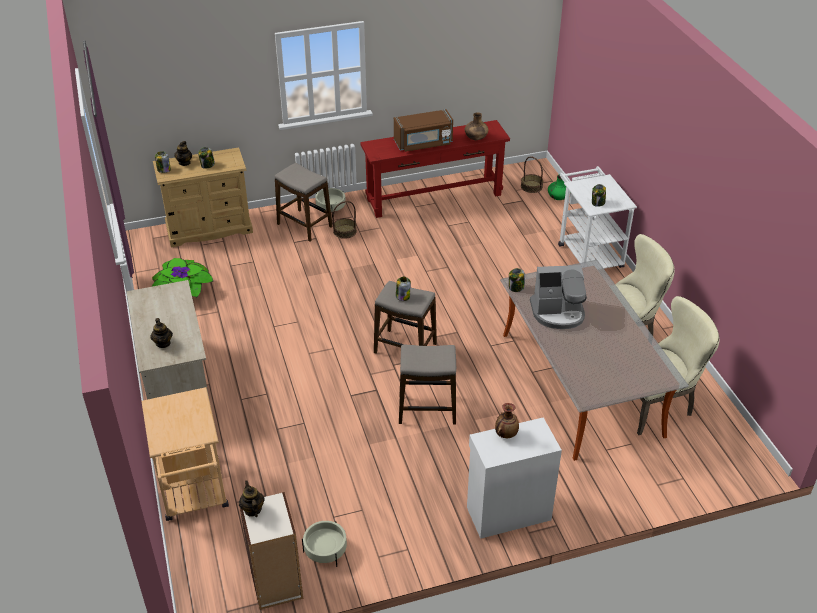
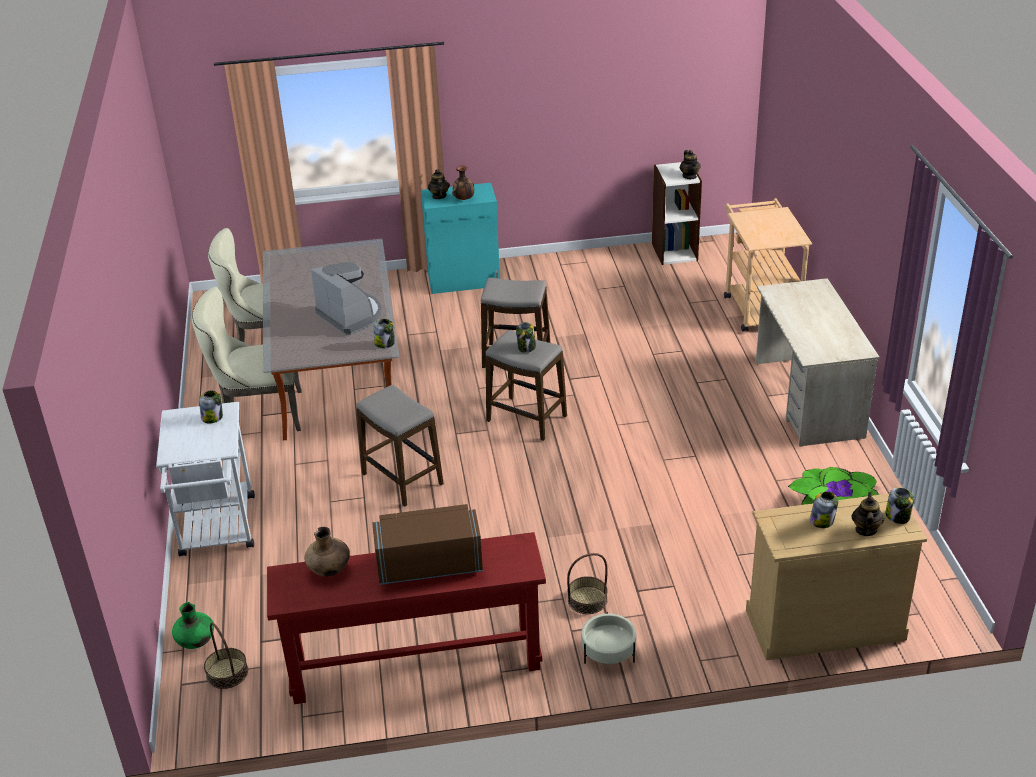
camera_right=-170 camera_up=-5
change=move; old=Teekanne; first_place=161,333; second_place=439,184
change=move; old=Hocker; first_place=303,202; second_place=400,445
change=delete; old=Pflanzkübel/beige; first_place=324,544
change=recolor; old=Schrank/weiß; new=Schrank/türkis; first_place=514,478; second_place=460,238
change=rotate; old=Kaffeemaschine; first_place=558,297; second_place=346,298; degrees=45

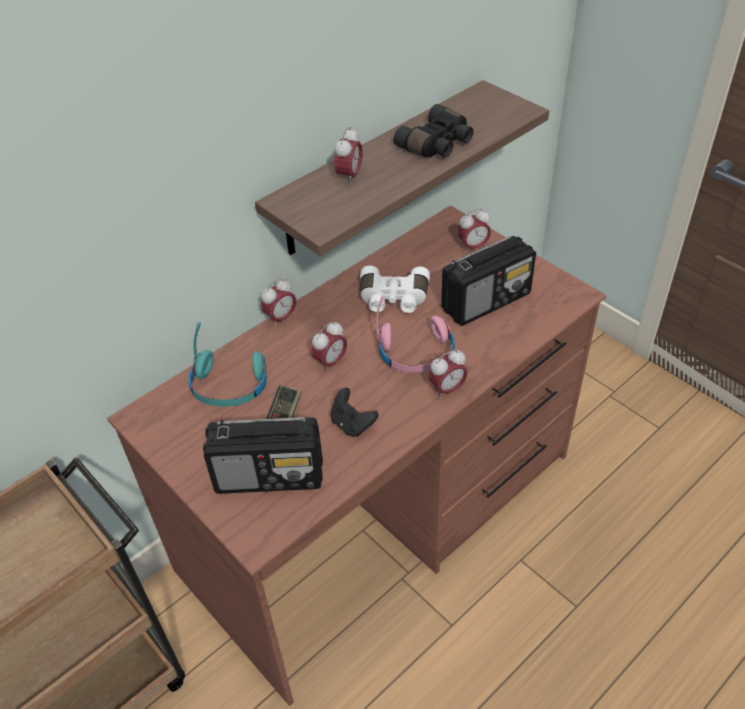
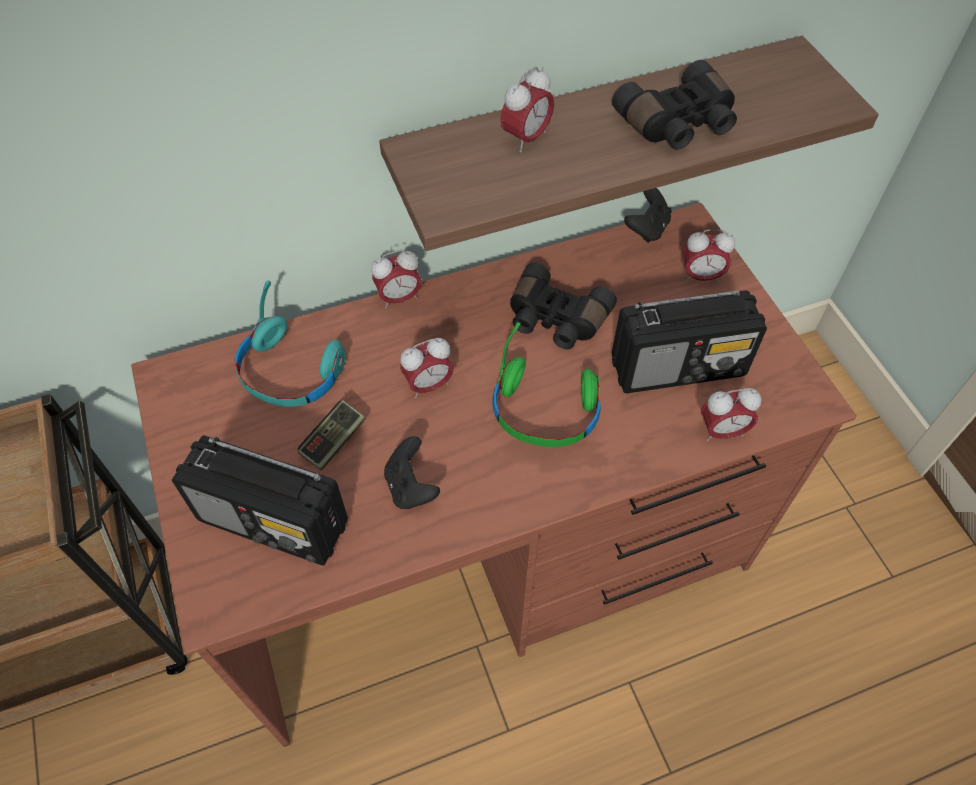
camera_right=20 camera_up=10
change=recolor; old=Fernglas/weiß; new=Fernglas/schwarz; first_place=395,289; second_place=563,306
change=recolor; old=Kopfhörer/rosa; new=Kopfhörer/grün; first_place=415,333; second_place=547,384
change=move; old=Wecker; first_place=448,374; second_place=731,414
change=insert; new=Gamepad/schwarz; second_place=648,215

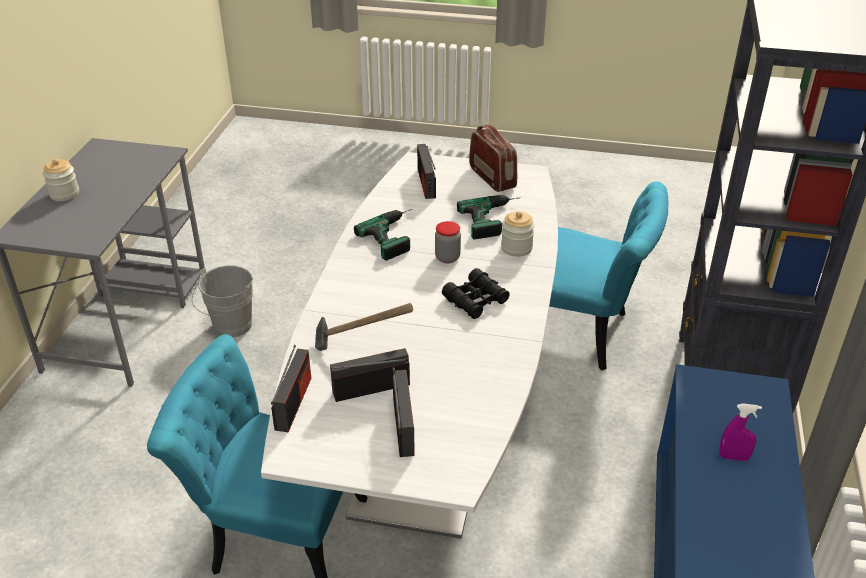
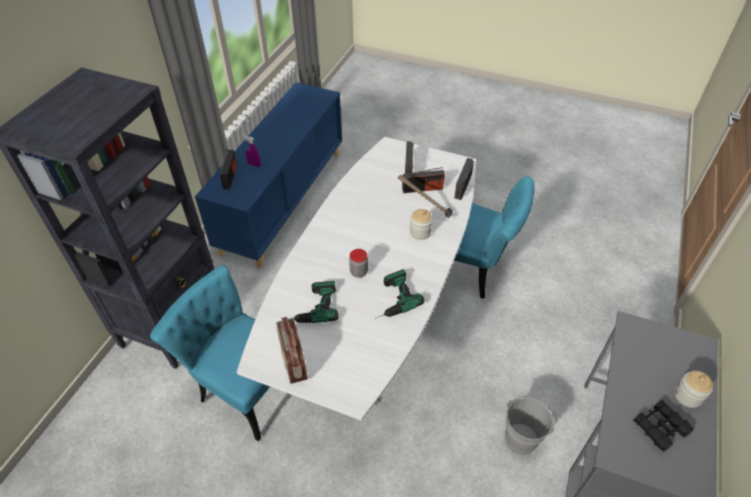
camera_right=-170 camera_up=10
change=move; old=Radio; first_place=426,171; second_place=228,168
change=move; old=Fernglas/schwarz; first_place=476,293; second_place=663,425
change=move; old=Vorratsglas; first_place=518,234; second_place=421,224

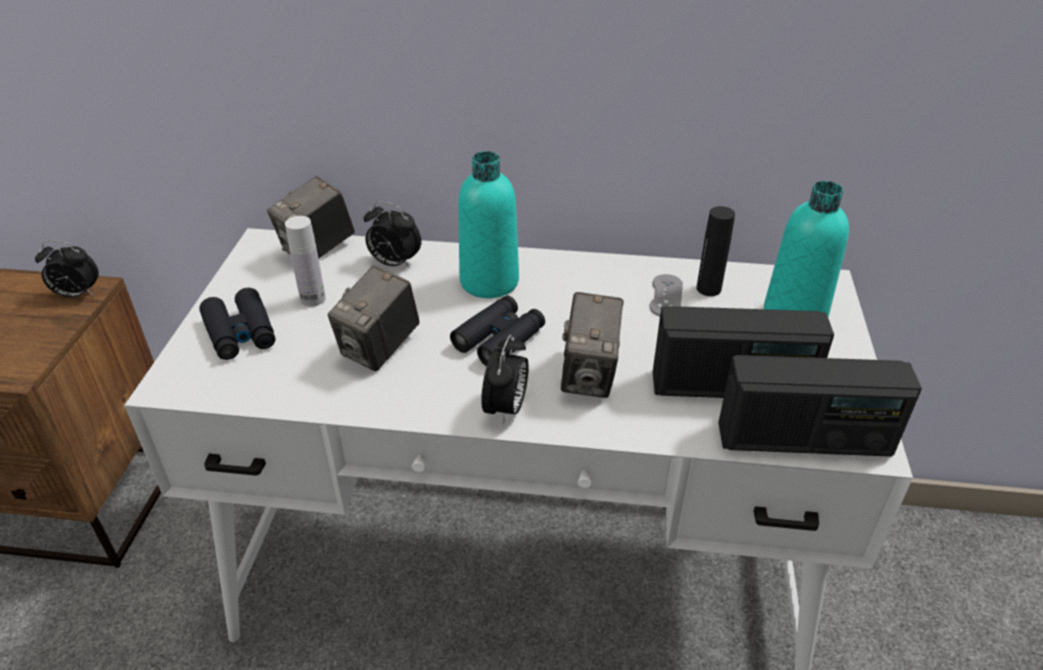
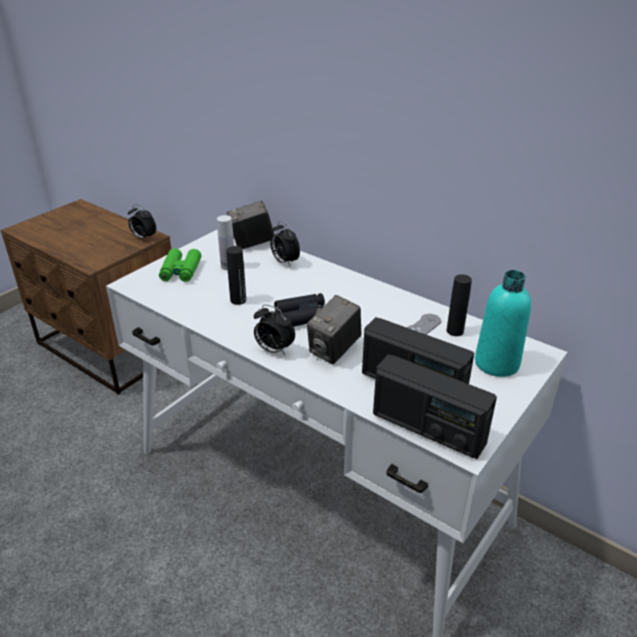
camera_right=30 camera_up=-5
change=recolor; old=Fernglas/schwarz; new=Fernglas/grün; first_place=237,324; second_place=180,265
change=replace; old=Kamera; new=Flasche/schwarz; first_place=373,318; second_place=236,275
change=delete; old=Flasche/türkis; first_place=488,224
change=rotate; old=Wecker; first_place=505,380; second_place=274,330; degrees=75

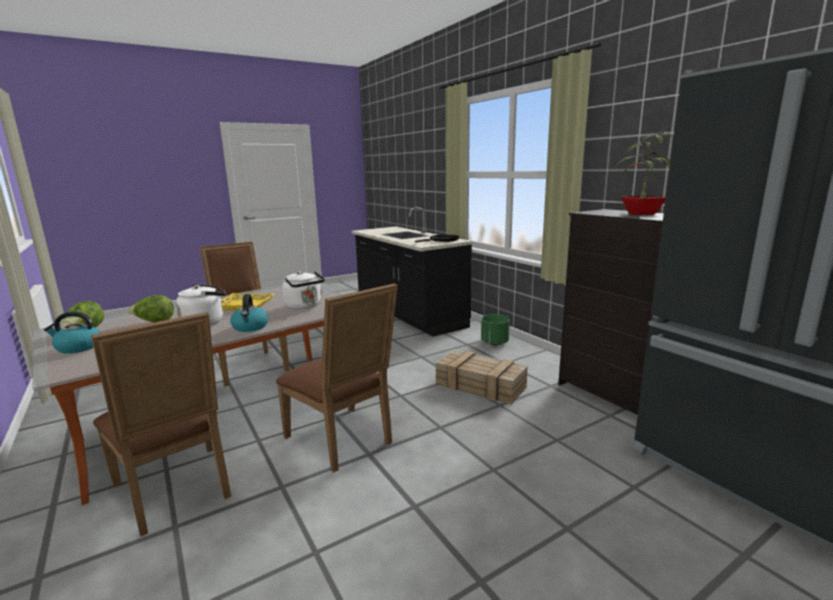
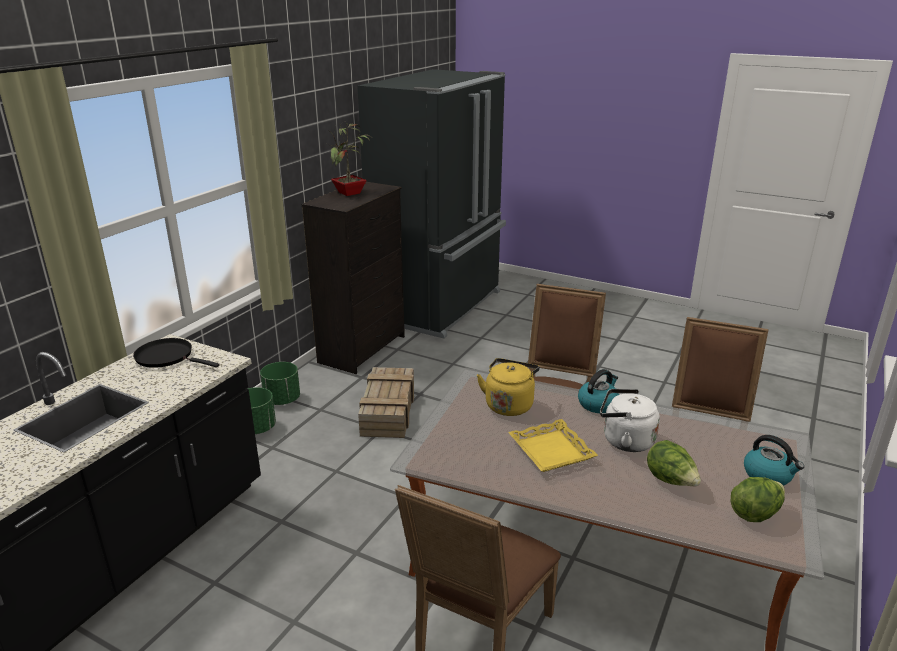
camera_right=-120 camera_up=10
change=recolor; old=Wasserkessel/weiß; new=Wasserkessel/gelb; first_place=303,290; second_place=508,387
change=insert; new=Pflanzkübel/grün; second_place=280,383

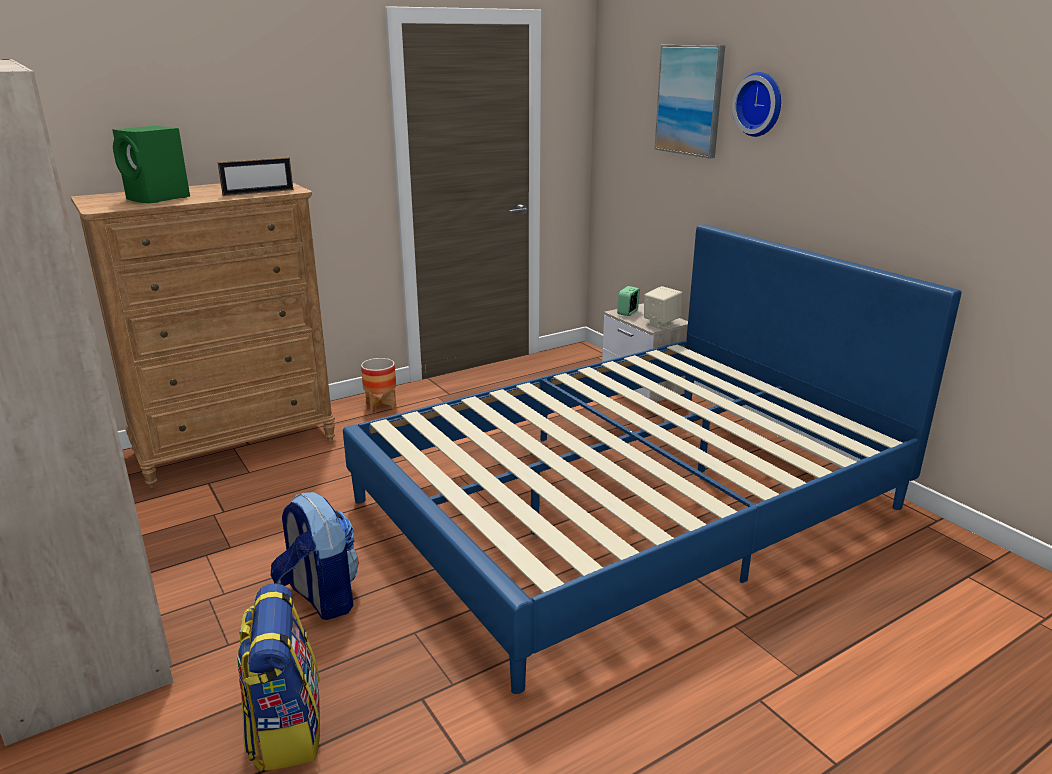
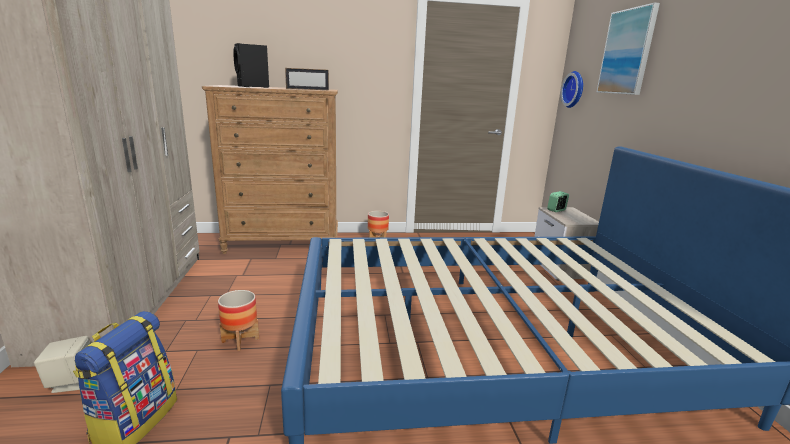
camera_right=25 camera_up=-5
change=recolor; old=Lautsprecher/grün; new=Lautsprecher/schwarz; first_place=151,164; second_place=251,65
change=replace; old=Rucksack; new=Pflanzkübel; first_place=315,556; second_place=238,320
change=move; old=Lautsprecher/beige; first_place=663,307; second_place=62,364
change=move; old=Wanduhr; first_place=756,104; second_place=572,89

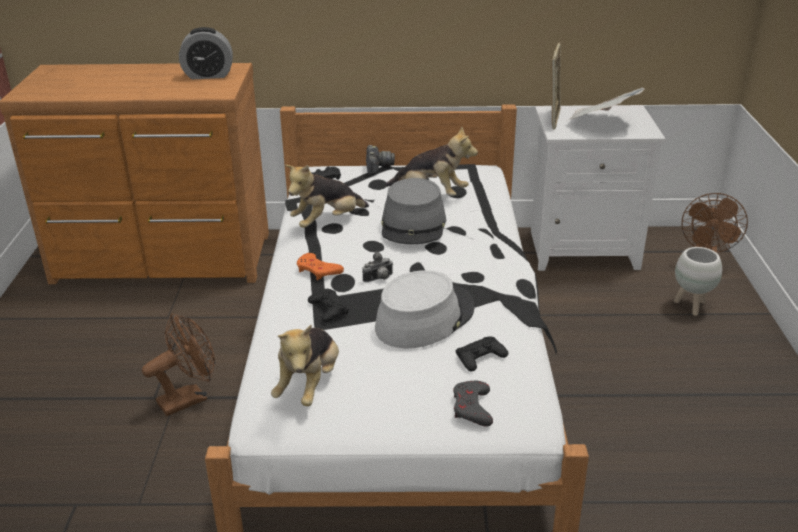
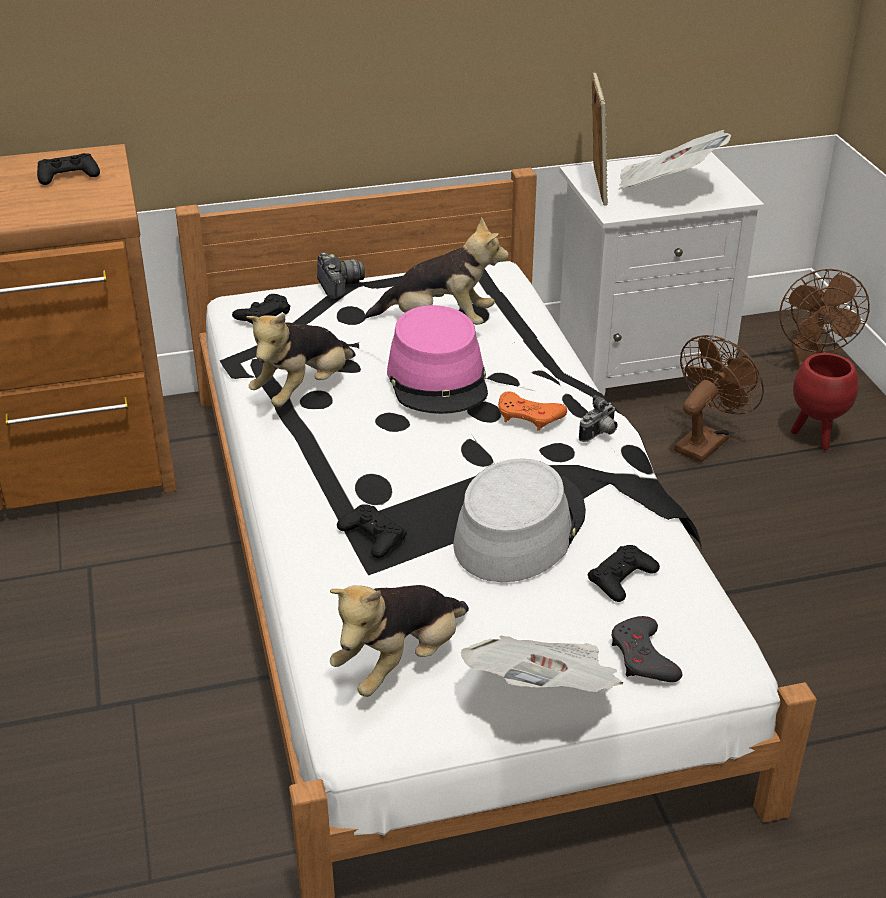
camera_right=-15 camera_up=5
change=move; old=Ventilator/braun; first_place=178,365; second_place=719,399
change=replace; old=Wecker; new=Gamepad/schwarz; first_place=206,53; second_place=68,169
change=rotate; old=Plüschtier; first_place=305,365; second_place=399,641; degrees=45
change=move; old=Gamepad/orange; first_place=320,266; second_place=532,411
change=move; old=Kamera; first_place=377,266; second_place=598,418
change=recolor; old=Hut/grau; new=Hut/rosa; first_place=414,211; second_place=437,359
change=recolor; old=Pflanzkübel/weiß; new=Pflanzkübel/rot; first_place=698,281; second_place=824,401
change=insert; new=Zeitung; second_place=542,664

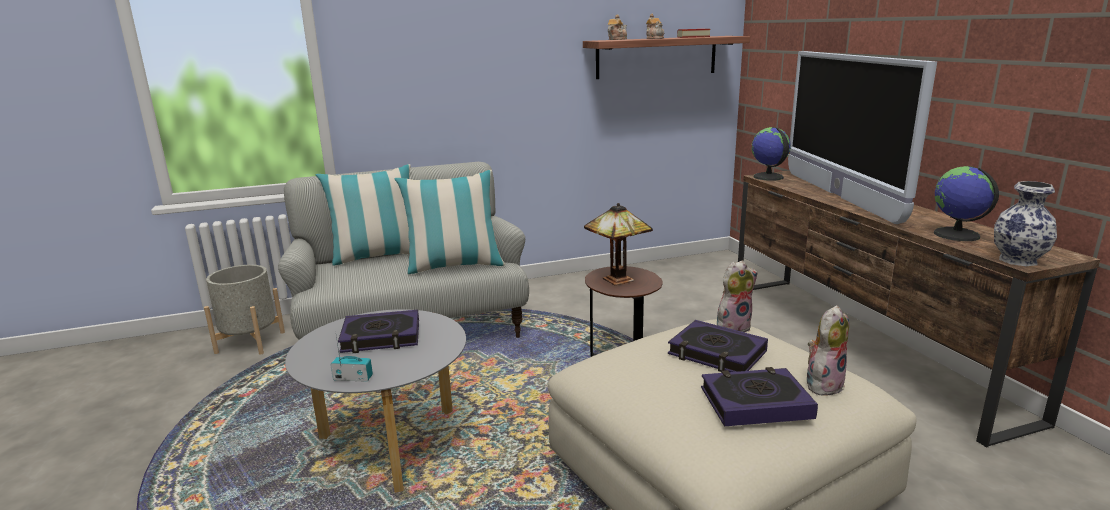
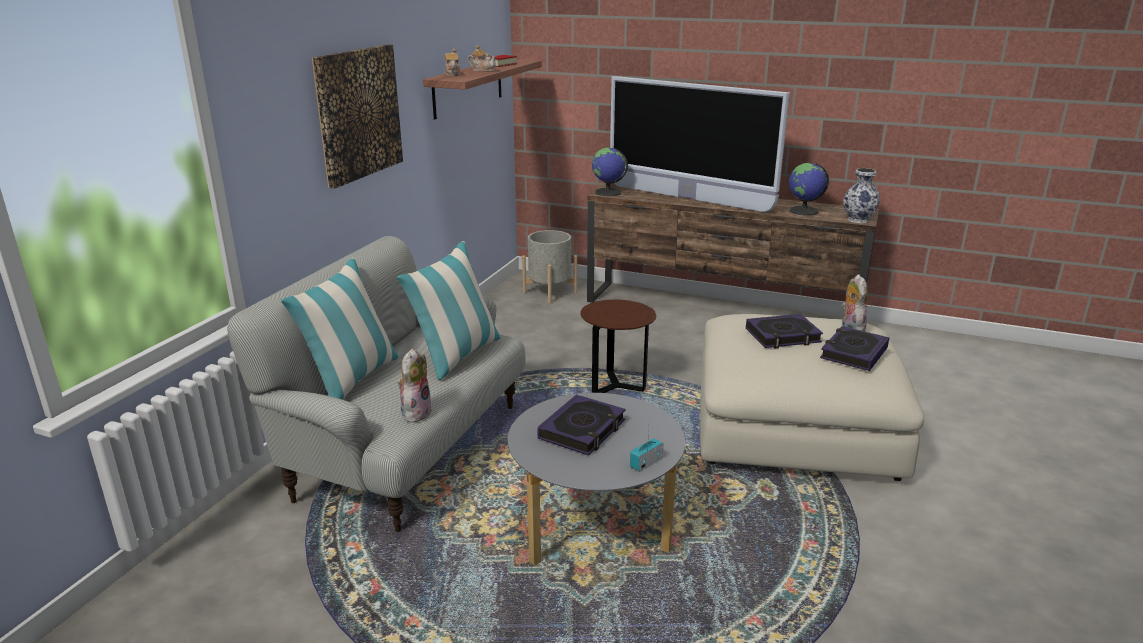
camera_right=-50 camera_up=5
change=move; old=Pflanzkübel/grau; first_place=244,310; second_place=549,266
change=delete; old=Tischlampe; first_place=618,244
change=move; old=Plüschtier; first_place=737,296; second_place=414,385
change=insert; new=Bild; second_place=357,116

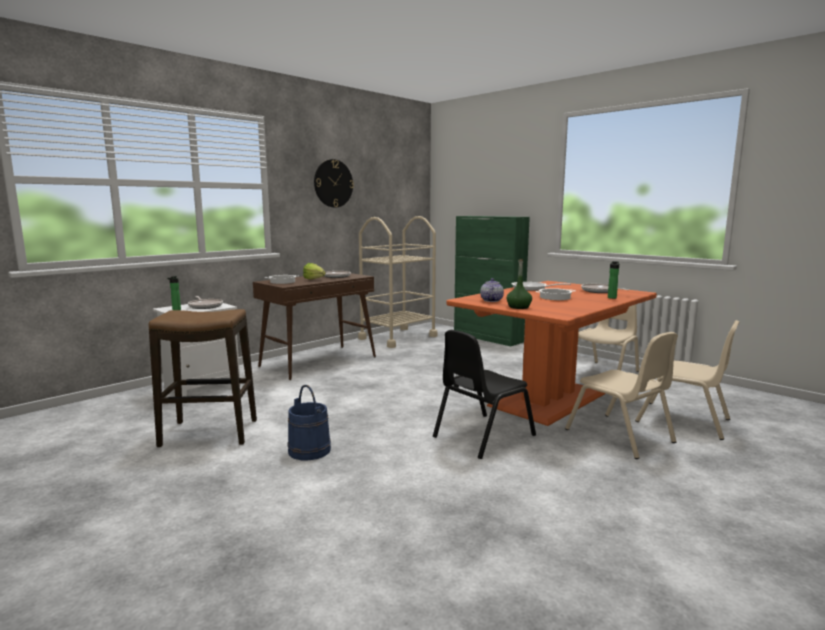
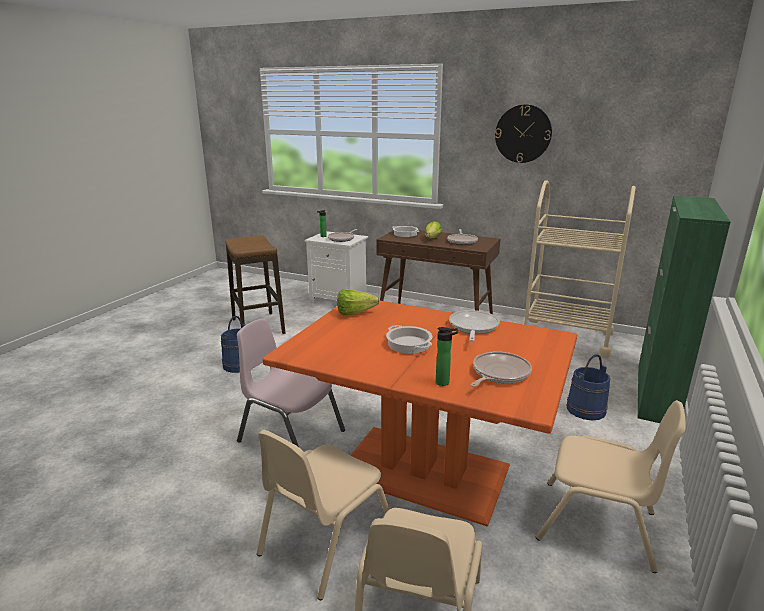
camera_right=70 camera_up=10
change=recolor; old=Stuhl/schwarz; new=Stuhl/rosa; first_place=484,394; second_place=291,383
change=replace; old=Teekanne; new=Salatkopf; first_place=492,290; second_place=358,302
change=delete; old=Flasche/grün; first_place=519,284
change=insert; new=Eimer/blau; second_place=588,387

